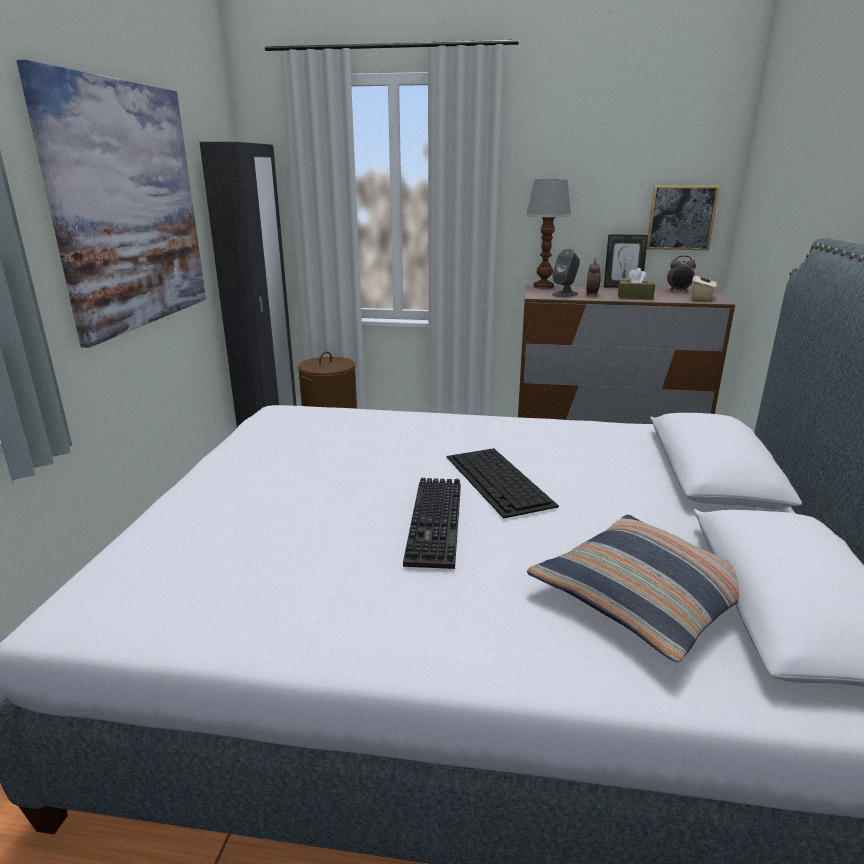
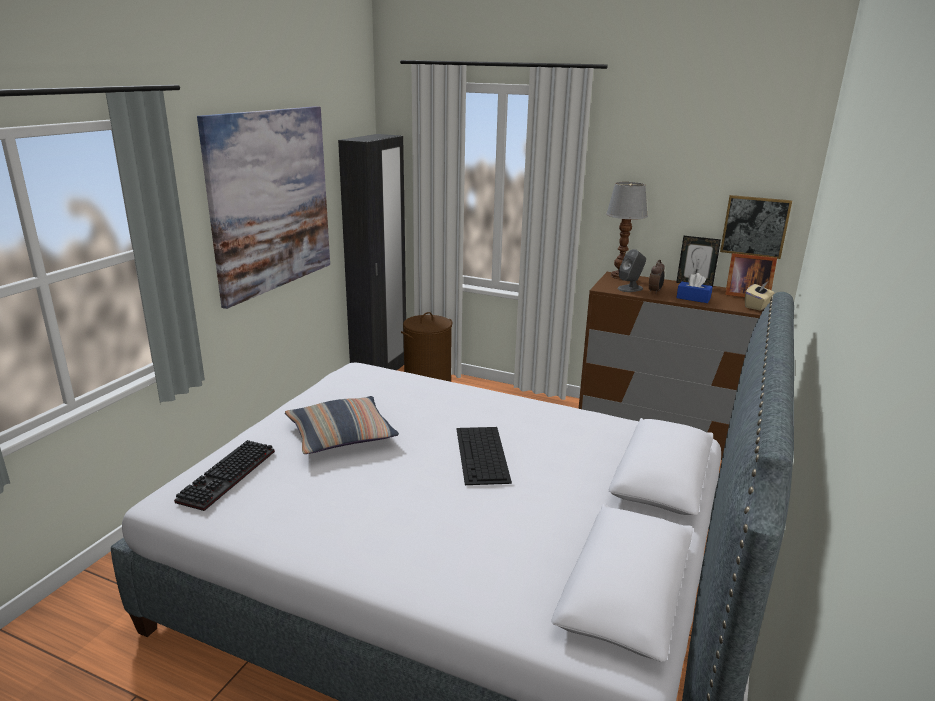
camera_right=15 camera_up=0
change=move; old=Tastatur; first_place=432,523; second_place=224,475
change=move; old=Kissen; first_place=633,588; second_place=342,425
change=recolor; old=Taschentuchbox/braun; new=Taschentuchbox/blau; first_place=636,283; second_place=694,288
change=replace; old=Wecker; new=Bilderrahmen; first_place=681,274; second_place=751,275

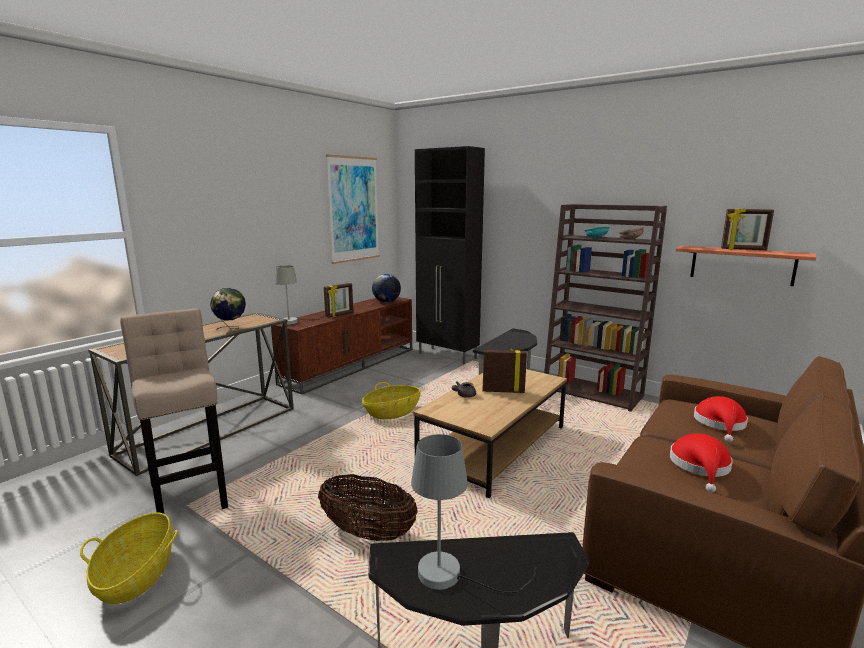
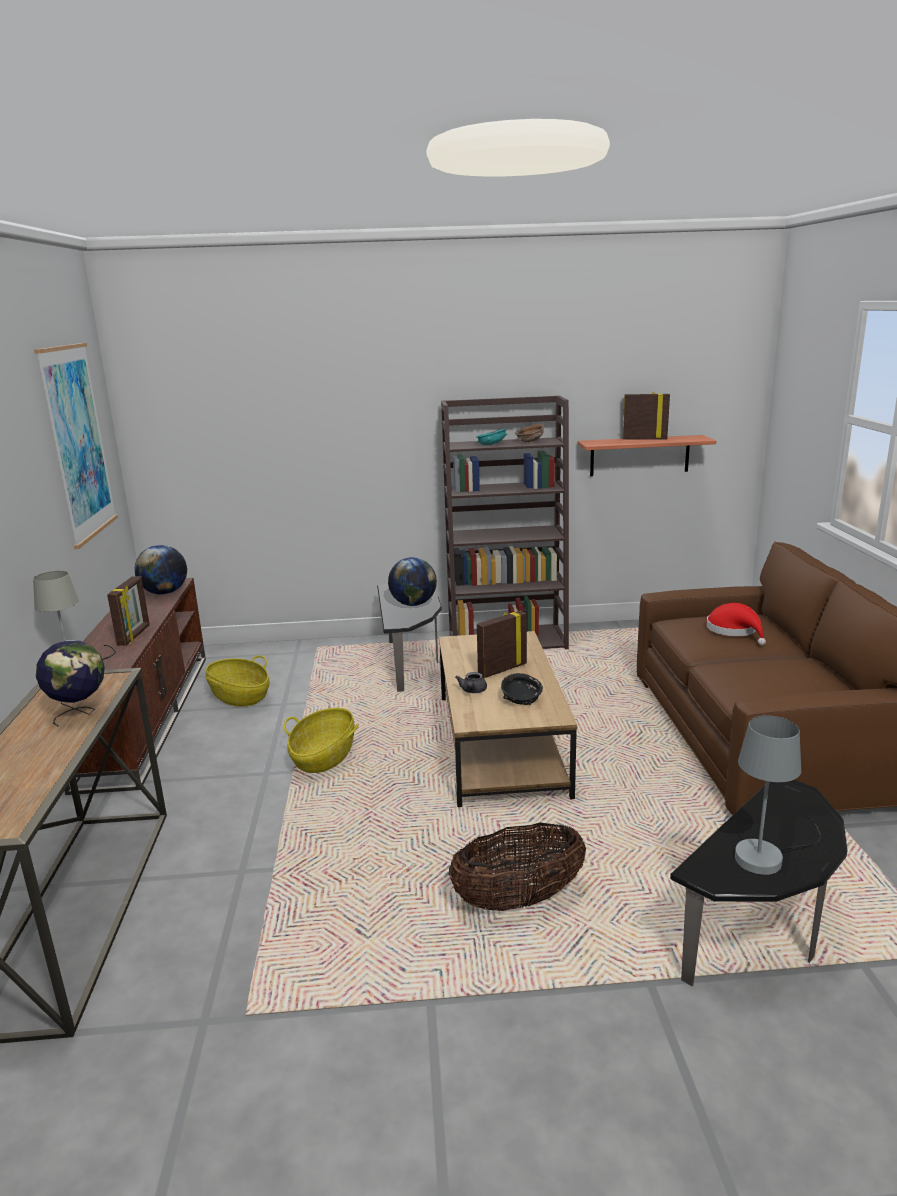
camera_right=-40 camera_up=5
change=move; old=Korb; first_place=129,558; second_place=237,681
change=delete; old=Hocker/beige; first_place=174,411
change=delete; old=Schrank/schwarz; first_place=450,255
change=delete; old=Hut/rot; first_place=701,463
change=rotate; old=Bilderrahmen; first_place=747,229; second_place=646,416; degrees=-150
change=insert; new=Globus; second_place=412,581
change=insert; new=Schüssel/schwarz; second_place=522,689

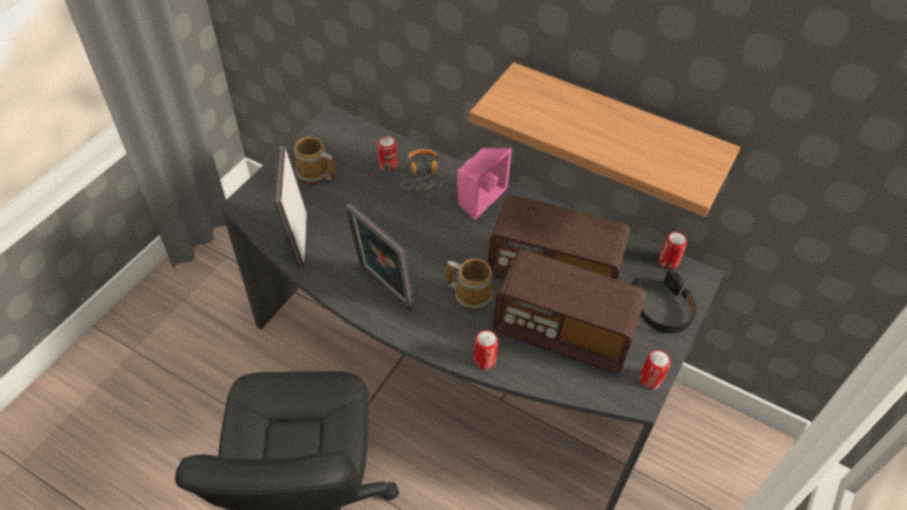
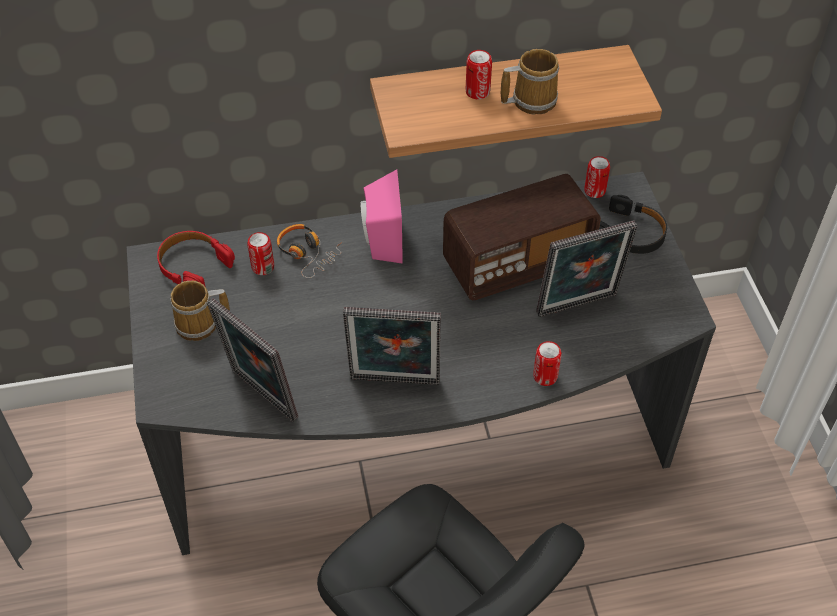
camera_right=-40 camera_up=0
change=move; old=Henkelbecher; first_place=469,284; second_place=530,81
change=replace; old=Radio; new=Bilderrahmen; first_place=569,311; second_place=587,268
change=move; old=Dose; first_place=655,369; second_place=479,74
change=insert; new=Kopfhörer/rot; second_place=196,258

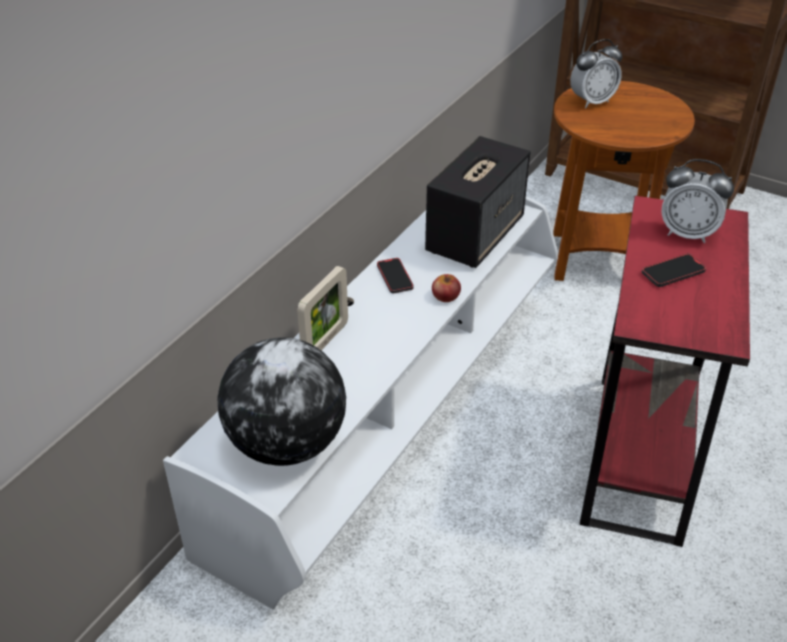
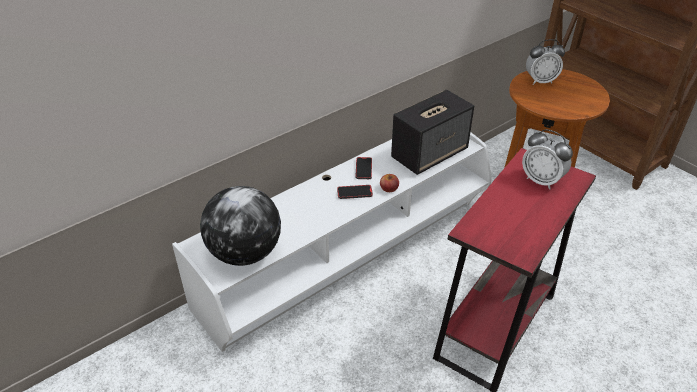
camera_right=20 camera_up=0
change=delete; old=Bilderrahmen; first_place=322,308
change=move; old=Handy; first_place=674,270; second_place=355,192

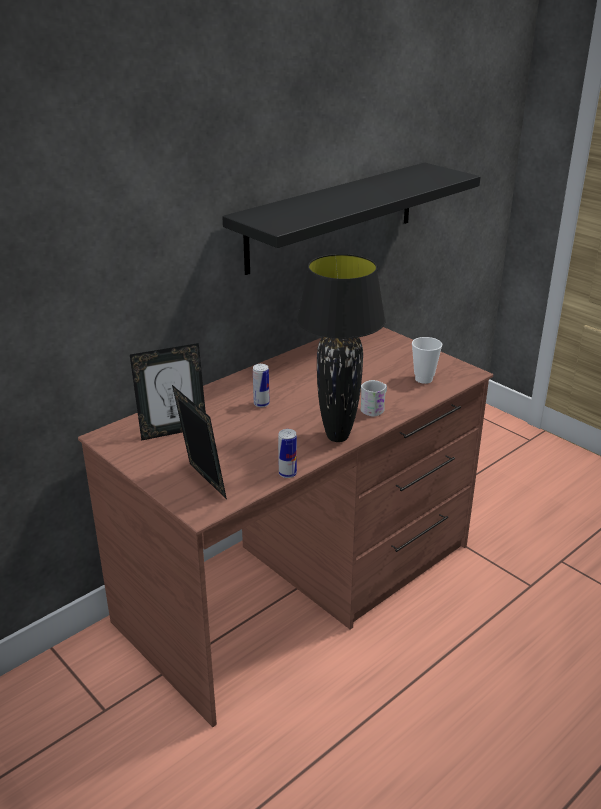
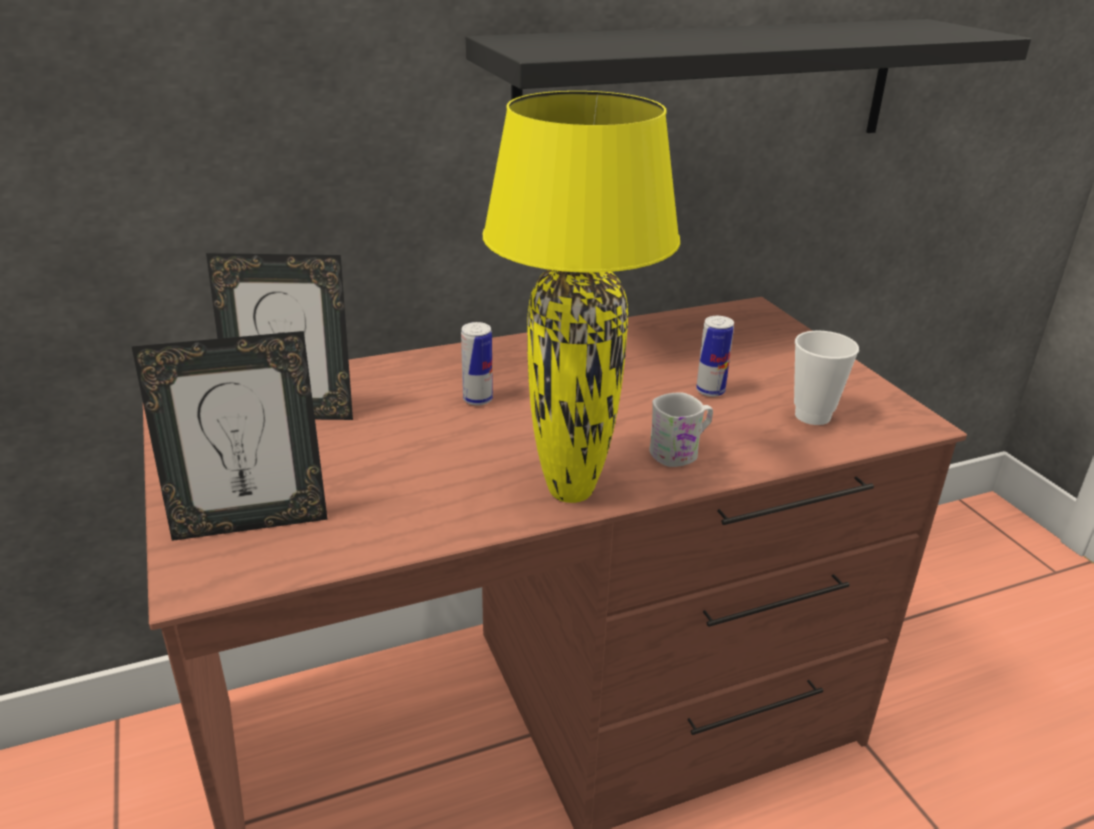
camera_right=20 camera_up=0
change=rotate; old=Bilderrahmen; first_place=199,442; second_place=229,436; degrees=90
change=move; old=Dose; first_place=287,453; second_place=715,356
change=recolor; old=Tischlampe/schwarz; new=Tischlampe/gelb; first_place=341,348; second_place=581,297

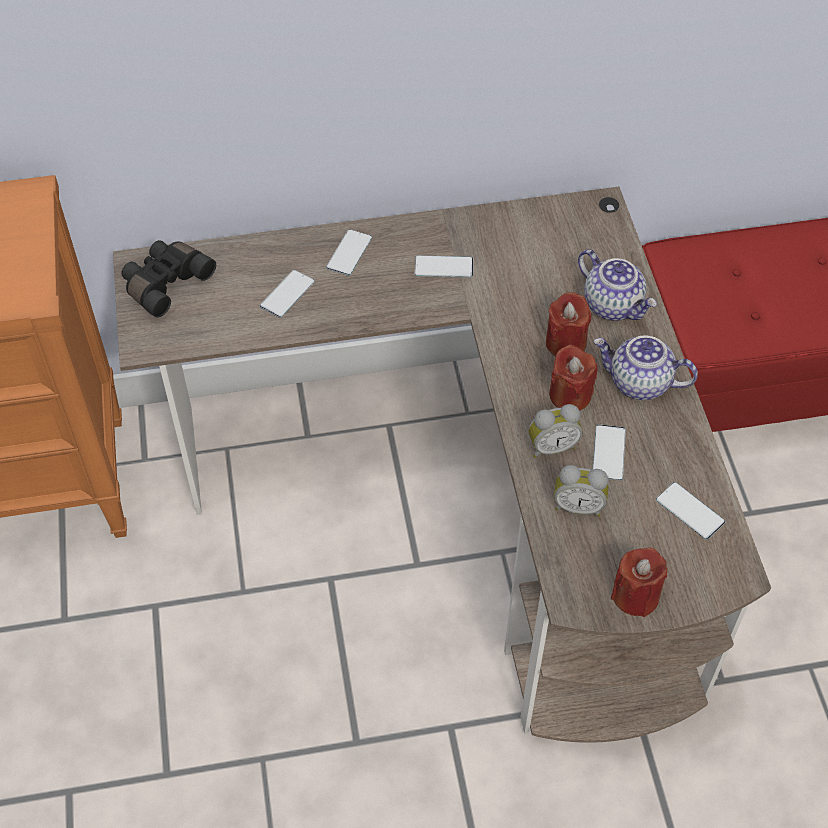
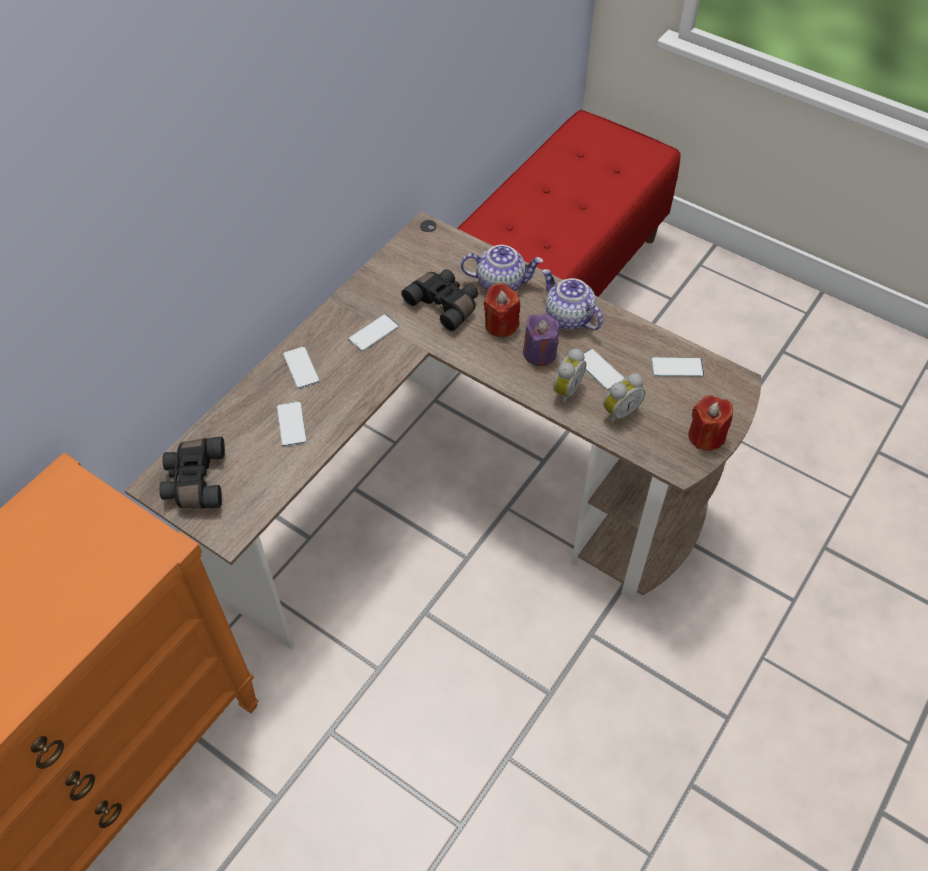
camera_right=-45 camera_up=0
change=recolor; old=Kerze/rot; new=Kerze/lila; first_place=573,377; second_place=541,340
change=rotate; old=Teekanne; first_place=645,367; second_place=572,299; degrees=75
change=insert; new=Fernglas/schwarz; second_place=439,300

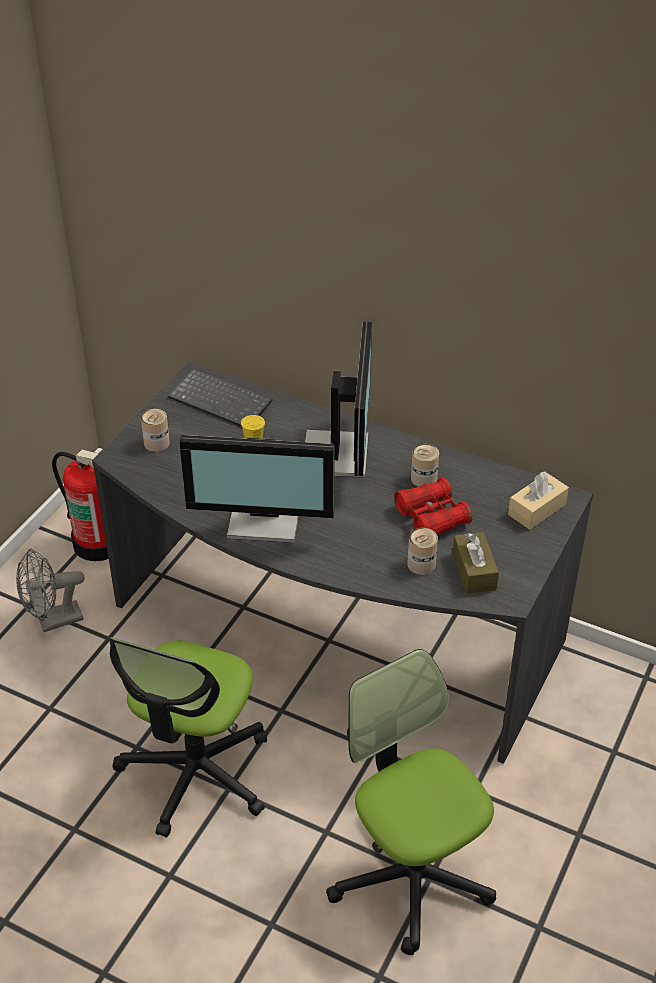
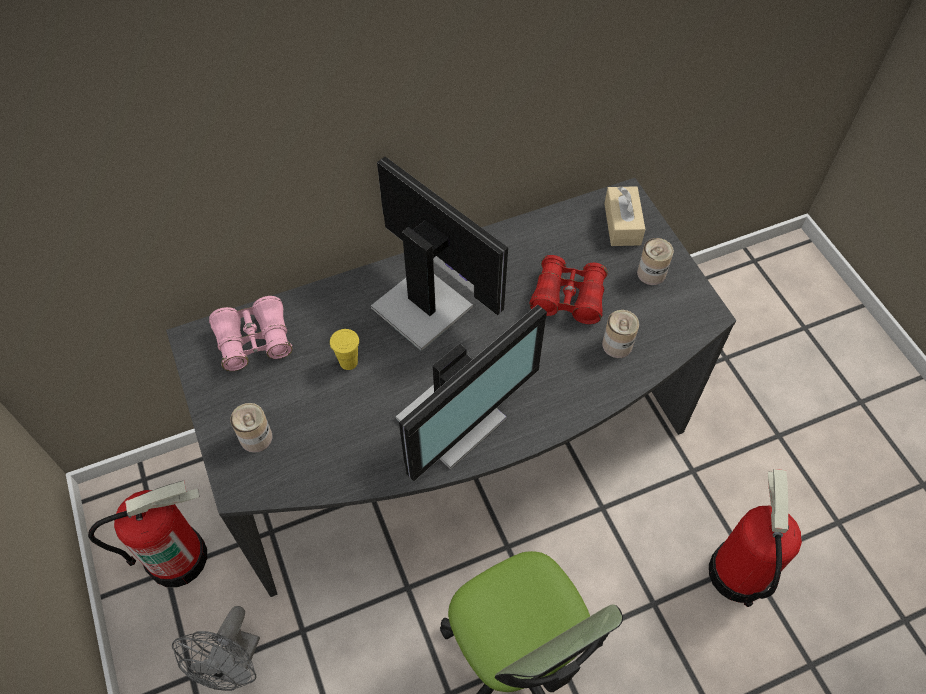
camera_right=-50 camera_up=15
change=replace; old=Tastatur; new=Fernglas/rosa; first_place=220,397; second_place=251,333
change=replace; old=Bürostuhl; new=Feuerlöscher; first_place=411,802; second_place=755,538
change=move; old=Dose; first_place=425,465; second_place=655,261
change=delete; old=Taschentuchbox/braun; first_place=476,563

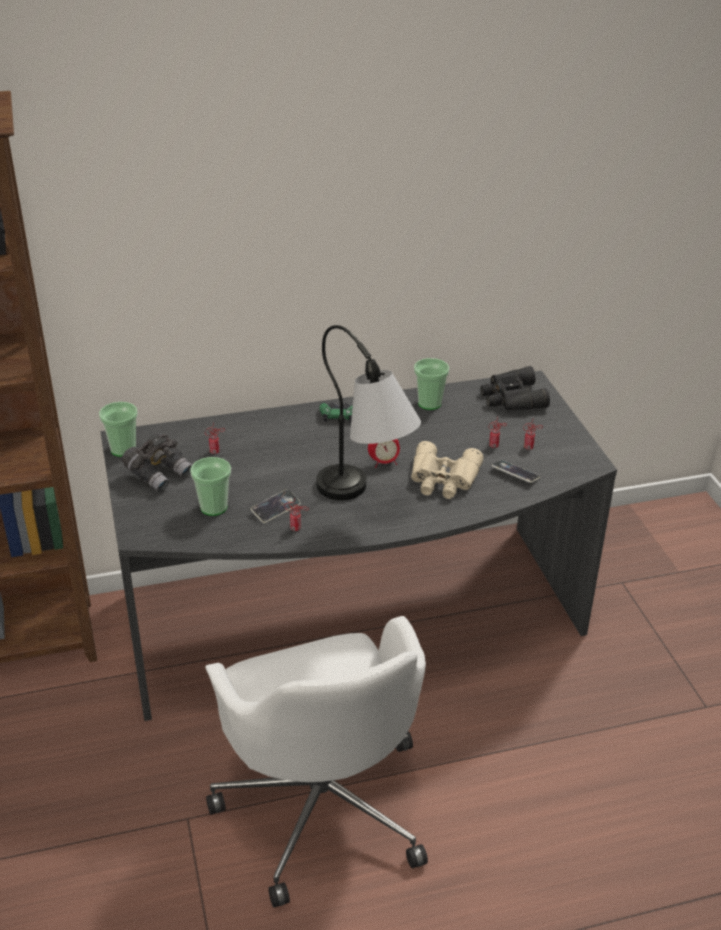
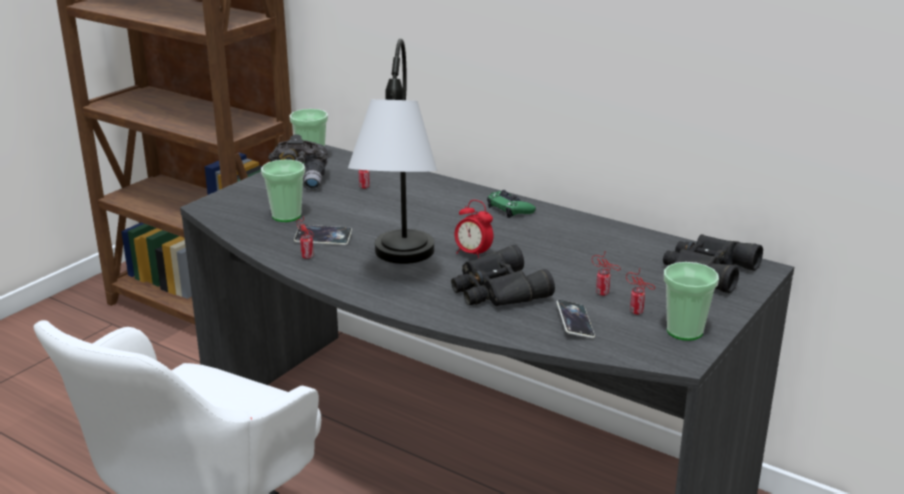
camera_right=50 camera_up=-10
change=recolor; old=Fernglas/beige; new=Fernglas/schwarz; first_place=447,470; second_place=503,275
change=move; old=Tasse; first_place=431,384; second_place=691,301

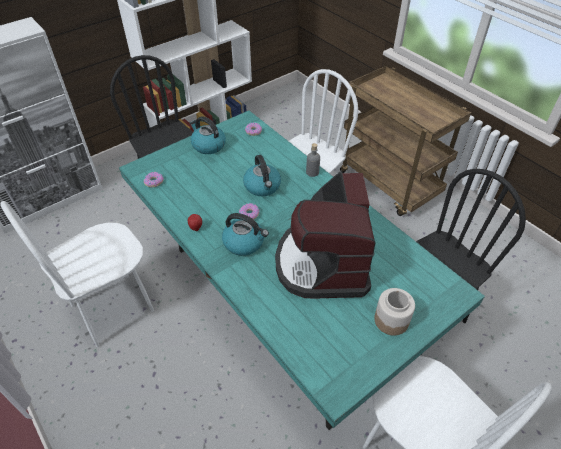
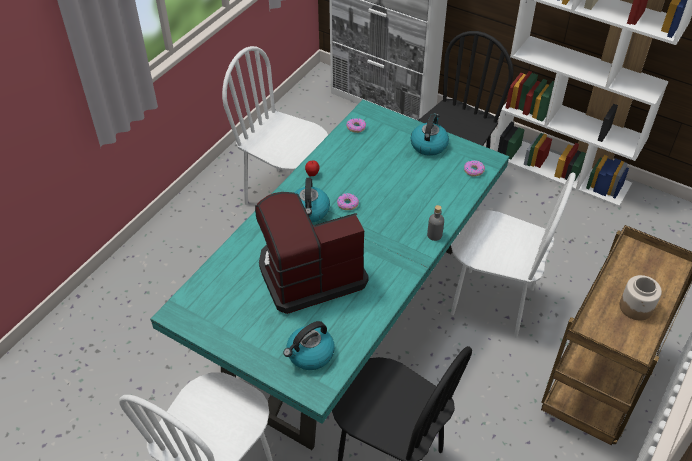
camera_right=70 camera_up=0
change=move; old=Wasserkessel; first_place=262,175; second_place=309,345
change=move; old=Vorratsglas; first_place=394,312; second_place=641,297

